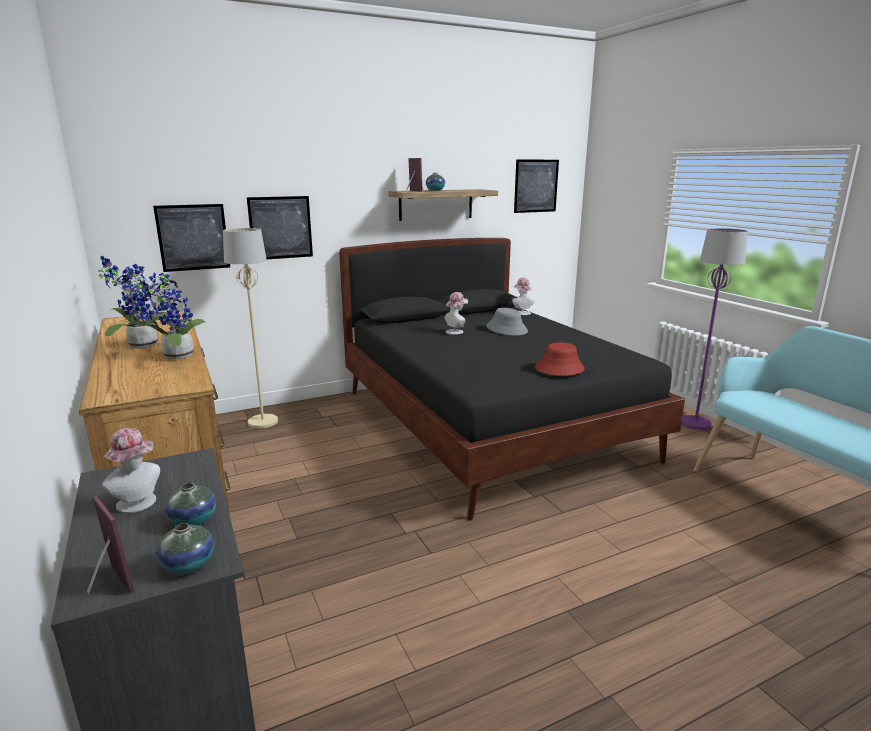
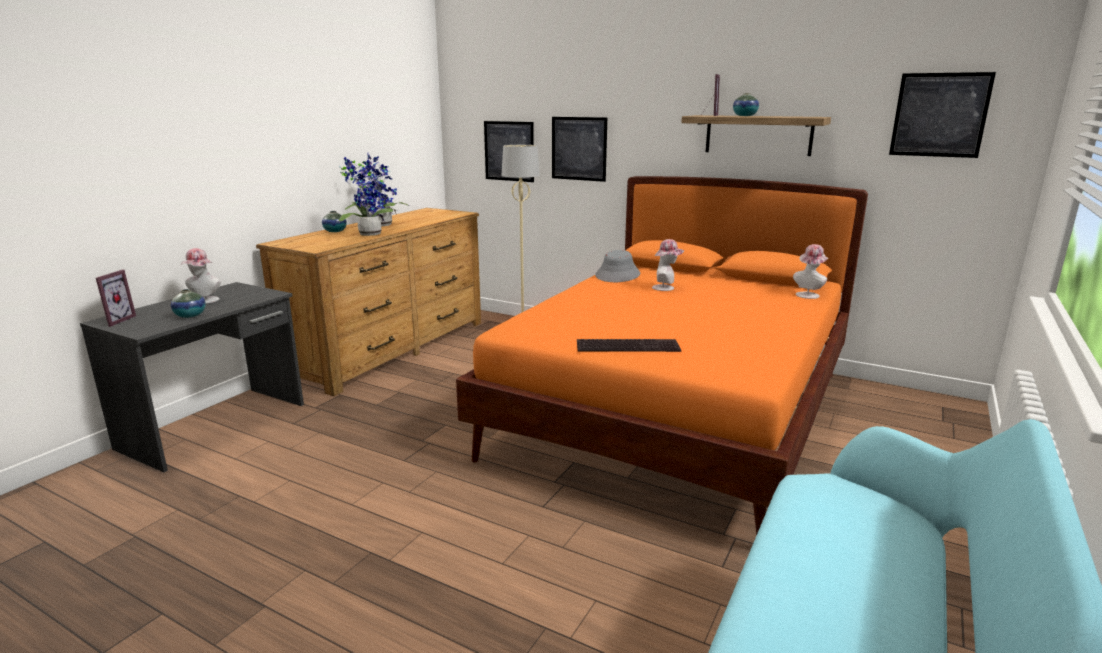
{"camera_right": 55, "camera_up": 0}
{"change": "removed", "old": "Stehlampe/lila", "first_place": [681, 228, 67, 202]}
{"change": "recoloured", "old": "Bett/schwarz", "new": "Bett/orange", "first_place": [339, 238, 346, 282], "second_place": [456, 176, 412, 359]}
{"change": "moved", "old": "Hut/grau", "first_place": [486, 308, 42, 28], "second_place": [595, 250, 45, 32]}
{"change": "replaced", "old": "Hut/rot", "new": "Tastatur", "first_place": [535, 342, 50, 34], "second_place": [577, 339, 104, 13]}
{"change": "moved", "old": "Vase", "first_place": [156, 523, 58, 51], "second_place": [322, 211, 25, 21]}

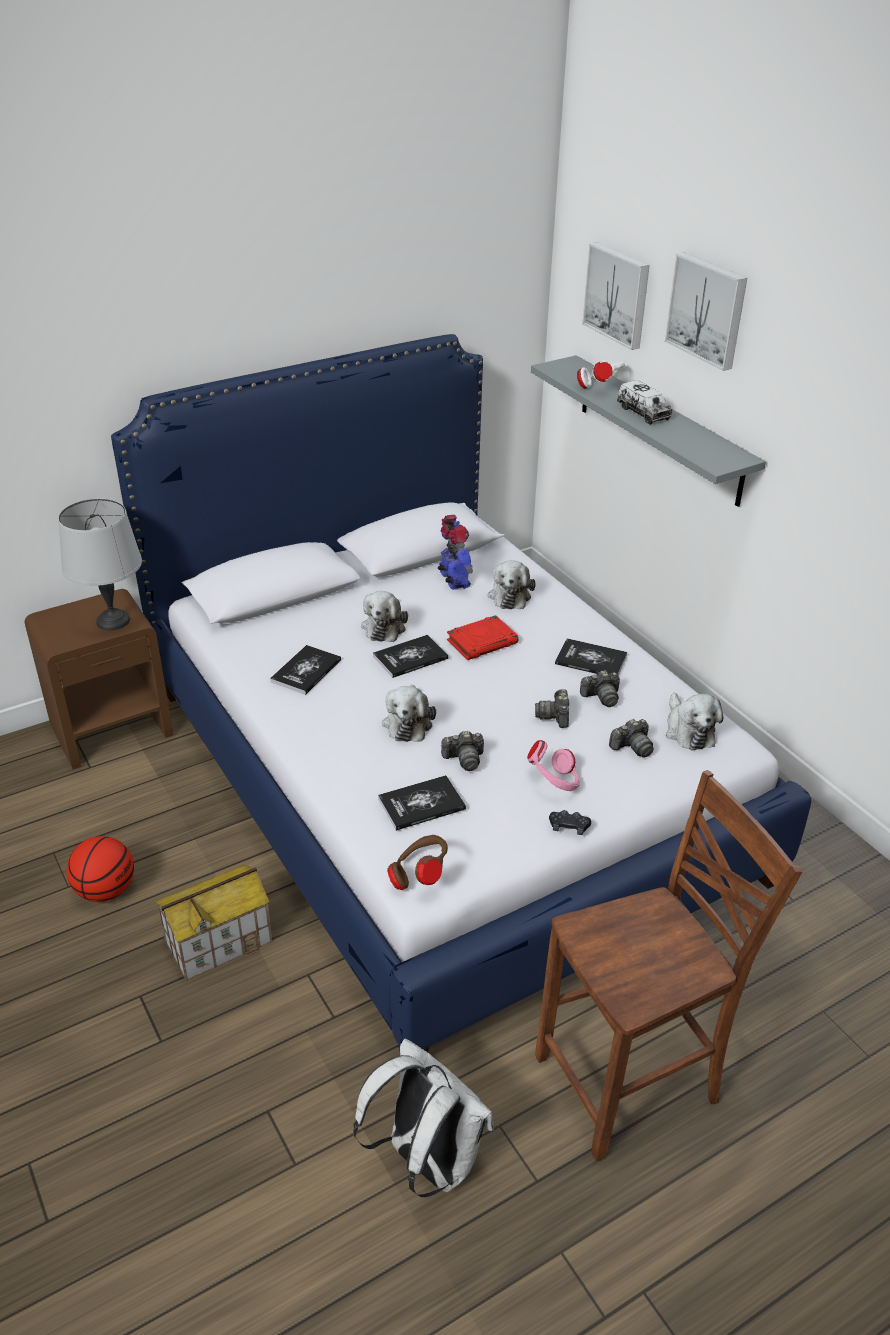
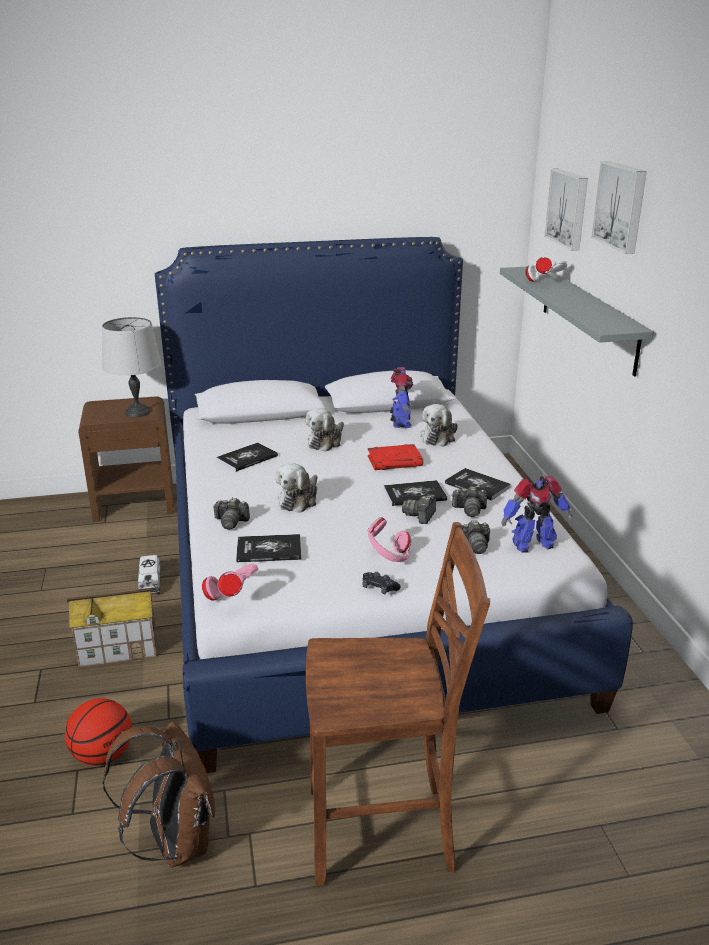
{"camera_right": 20, "camera_up": -10}
{"change": "moved", "old": "Spielzeuglaster", "first_place": [617, 380, 55, 45], "second_place": [138, 555, 23, 40]}
{"change": "moved", "old": "Buch", "first_place": [373, 635, 75, 43], "second_place": [384, 480, 63, 26]}
{"change": "replaced", "old": "Plüschtier", "new": "Spielzeugroboter", "first_place": [666, 693, 57, 58], "second_place": [501, 476, 71, 76]}
{"change": "moved", "old": "Kamera", "first_place": [441, 731, 43, 40], "second_place": [213, 497, 37, 32]}
{"change": "recoloured", "old": "Kopfhörer/braun", "new": "Kopfhörer/rosa", "first_place": [387, 835, 61, 55], "second_place": [202, 563, 56, 38]}
{"change": "moved", "old": "Basketball", "first_place": [66, 836, 68, 66], "second_place": [65, 698, 67, 68]}
{"change": "recoloured", "old": "Rucksack/weiß", "new": "Rucksack/braun", "first_place": [353, 1038, 141, 159], "second_place": [103, 721, 112, 147]}

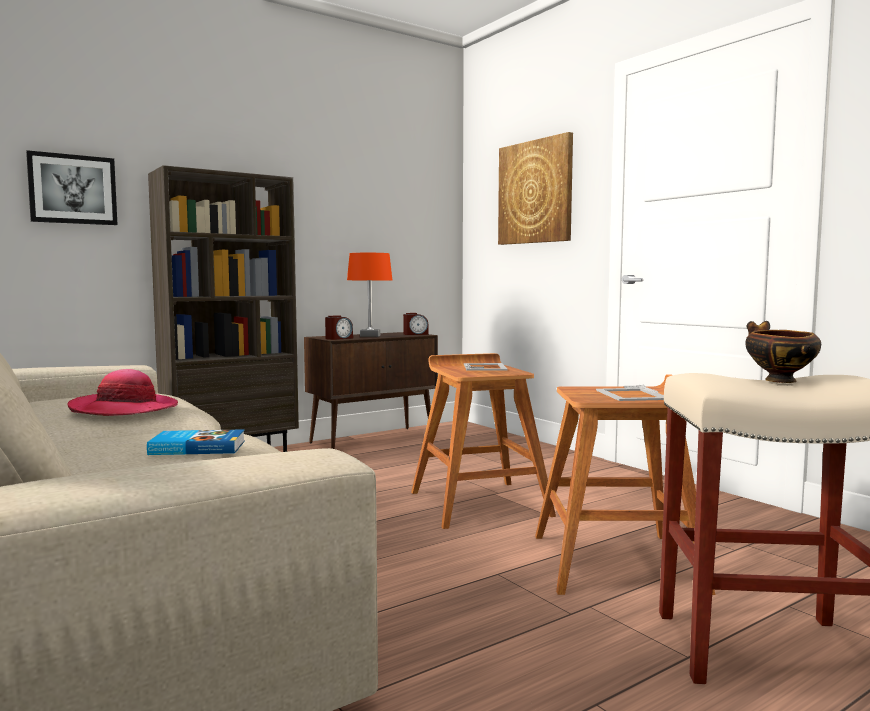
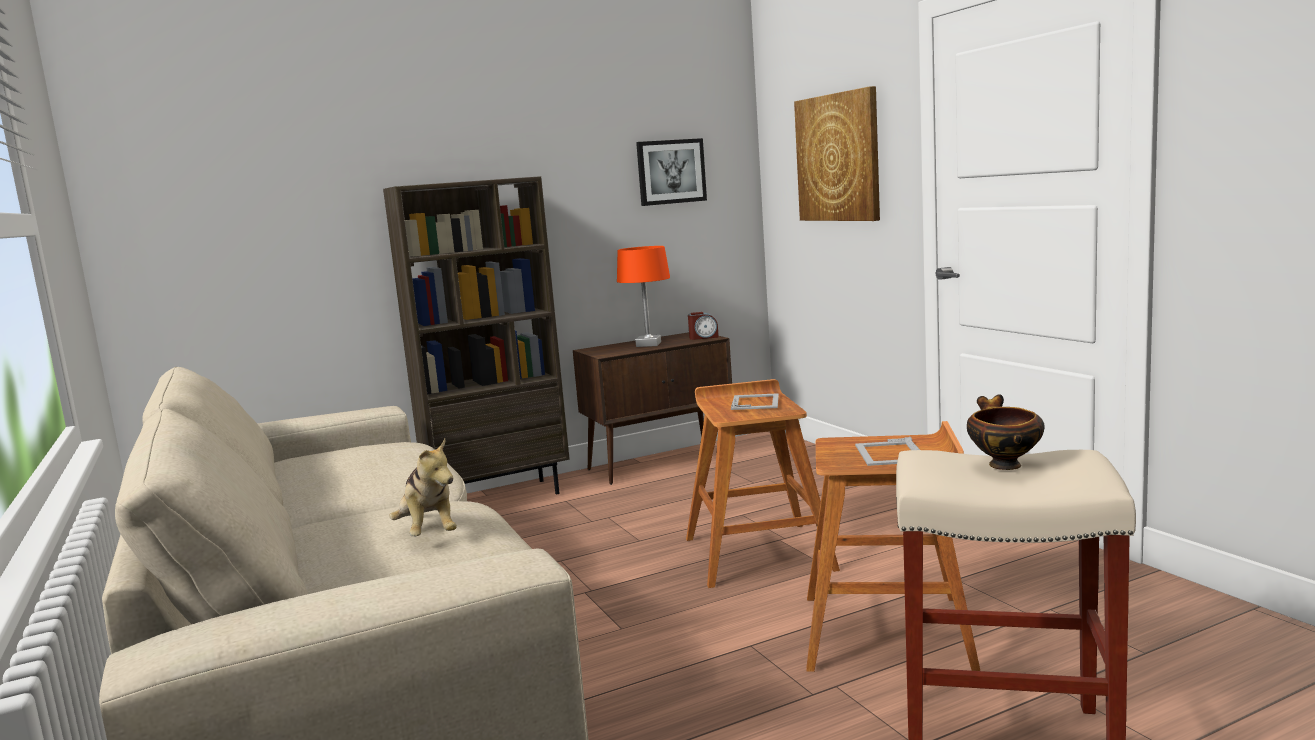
{"camera_right": 10, "camera_up": 5}
{"change": "moved", "old": "Bild", "first_place": [26, 150, 92, 75], "second_place": [636, 138, 71, 68]}
{"change": "removed", "old": "Wecker", "first_place": [325, 315, 28, 25]}
{"change": "removed", "old": "Hut", "first_place": [68, 369, 110, 47]}
{"change": "replaced", "old": "Buch", "new": "Plüschtier", "first_place": [147, 429, 98, 26], "second_place": [389, 439, 68, 97]}

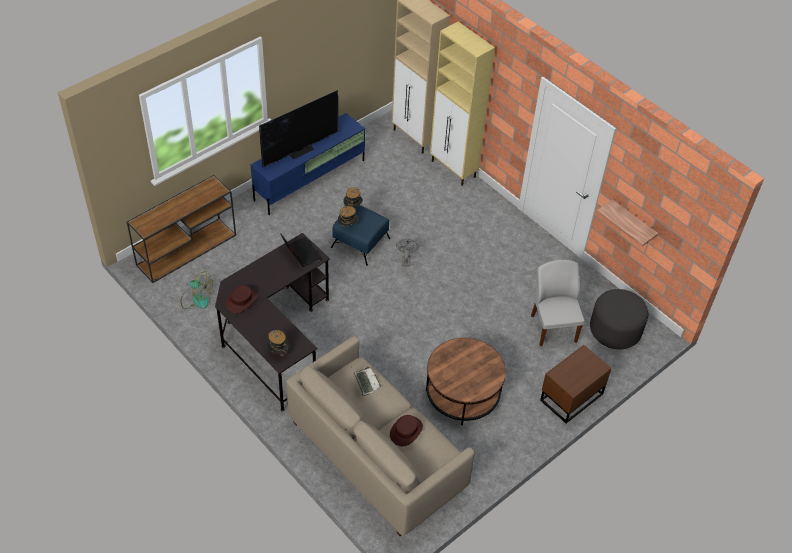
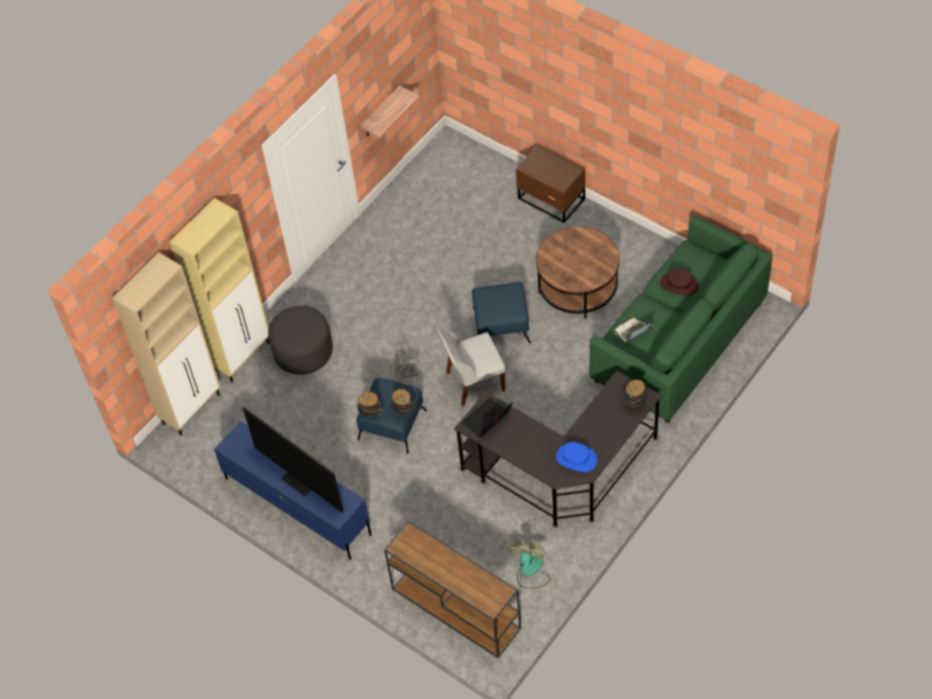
{"camera_right": -95, "camera_up": 5}
{"change": "moved", "old": "Stuhl/weiß", "first_place": [531, 260, 53, 87], "second_place": [436, 326, 69, 80]}
{"change": "recoloured", "old": "Hut/braun", "new": "Hut/blau", "first_place": [225, 285, 33, 28], "second_place": [556, 442, 41, 30]}
{"change": "moved", "old": "Polsterhocker/grau", "first_place": [590, 289, 58, 60], "second_place": [268, 306, 65, 69]}
{"change": "recoloured", "old": "Sofa/beige", "new": "Sofa/grün", "first_place": [286, 336, 188, 200], "second_place": [589, 216, 183, 207]}
{"change": "added", "new": "Polsterhocker/blau", "second_place": [472, 282, 59, 61]}

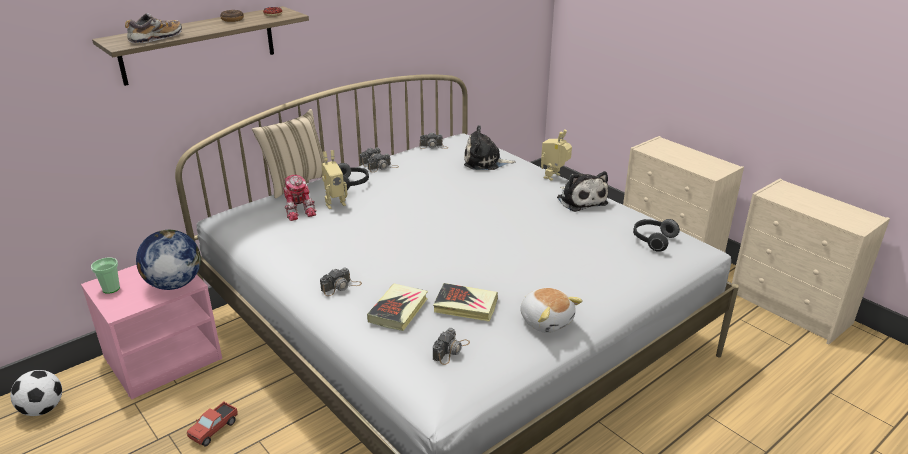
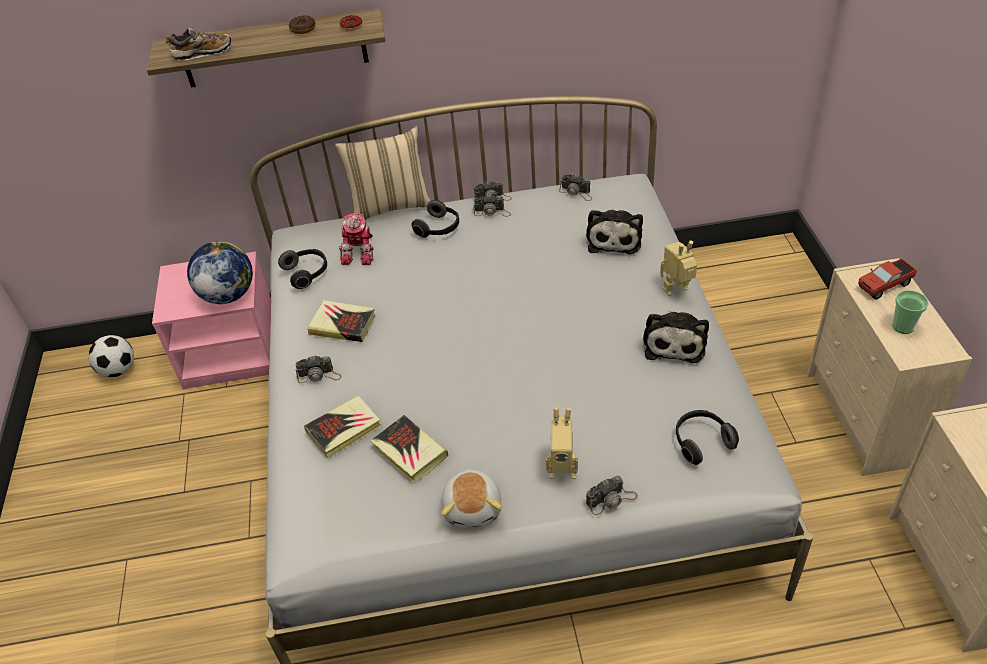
{"camera_right": 35, "camera_up": 15}
{"change": "turned", "old": "Plüschtier", "first_place": [464, 125, 52, 45], "second_place": [586, 210, 57, 44], "degrees": -120}
{"change": "moved", "old": "Spielzeugroboter", "first_place": [322, 150, 25, 59], "second_place": [546, 407, 32, 72]}
{"change": "moved", "old": "Tasse", "first_place": [91, 257, 29, 37], "second_place": [892, 290, 37, 44]}
{"change": "moved", "old": "Kamera", "first_place": [433, 328, 37, 37], "second_place": [586, 476, 52, 39]}
{"change": "moved", "old": "Spielzeuglaster", "first_place": [187, 401, 51, 45], "second_place": [858, 258, 59, 42]}
{"change": "added", "new": "Kopfhörer", "second_place": [278, 249, 49, 40]}
{"change": "added", "new": "Buch", "second_place": [308, 300, 67, 42]}

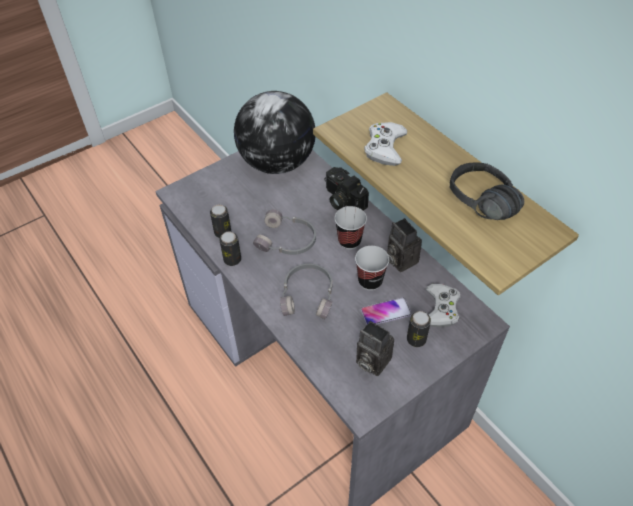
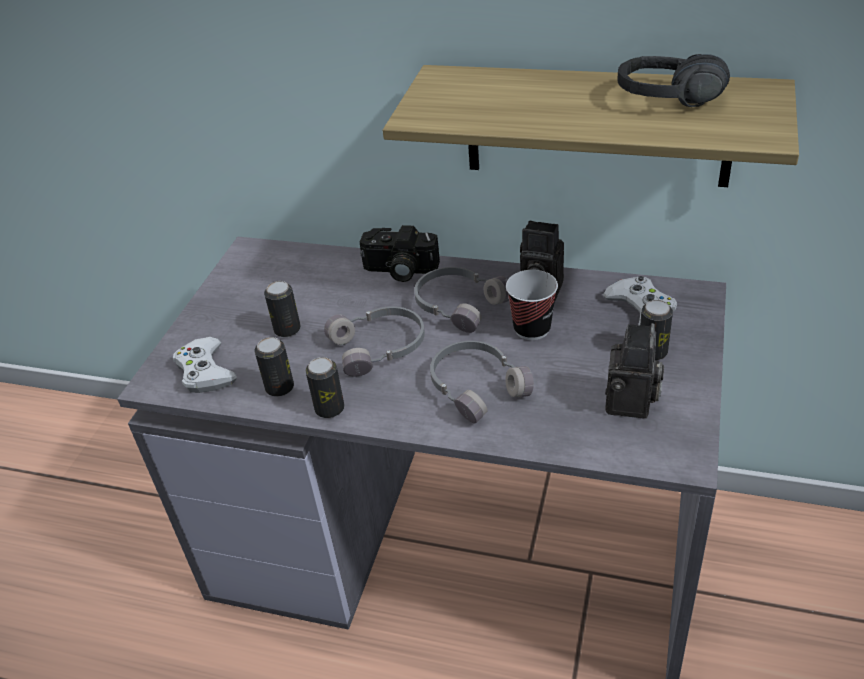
{"camera_right": -35, "camera_up": -10}
{"change": "removed", "old": "Globus", "first_place": [234, 91, 82, 83]}
{"change": "moved", "old": "Gamepad/weiß", "first_place": [364, 122, 43, 44], "second_place": [173, 337, 64, 56]}
{"change": "replaced", "old": "Tasse", "new": "Kopfhörer/grau", "first_place": [335, 206, 32, 43], "second_place": [414, 267, 95, 66]}
{"change": "removed", "old": "Handy", "first_place": [361, 298, 51, 27]}
{"change": "turned", "old": "Kamera", "first_place": [356, 321, 38, 55], "second_place": [605, 323, 59, 95], "degrees": -75}
{"change": "added", "new": "Dose", "second_place": [264, 281, 37, 56]}

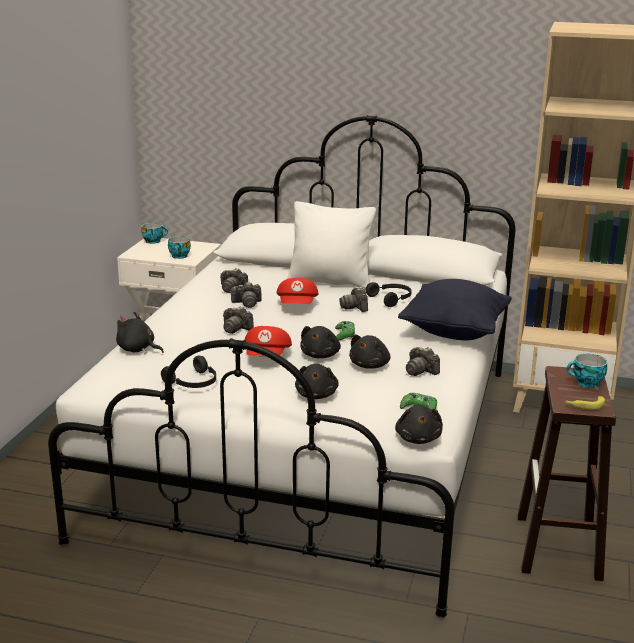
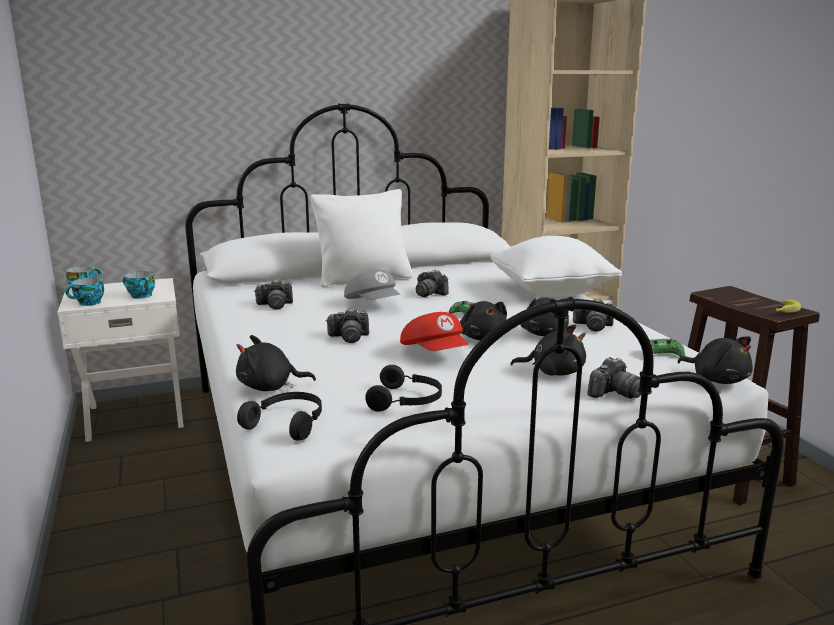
{"camera_right": -35, "camera_up": -5}
{"change": "recoloured", "old": "Kappe/rot", "new": "Kappe/grau", "first_place": [276, 278, 43, 26], "second_place": [344, 269, 57, 31]}
{"change": "recoloured", "old": "Kissen/schwarz", "new": "Kissen/weiß", "first_place": [398, 279, 114, 61], "second_place": [490, 236, 132, 61]}
{"change": "moved", "old": "Kamera", "first_place": [231, 282, 31, 26], "second_place": [588, 357, 53, 42]}
{"change": "moved", "old": "Kopfhörer/schwarz", "first_place": [365, 282, 47, 25], "second_place": [237, 392, 85, 49]}
{"change": "moved", "old": "Tasse", "first_place": [567, 354, 40, 34], "second_place": [65, 277, 39, 29]}
{"change": "turned", "old": "Plüschtier/schwarz", "first_place": [295, 364, 44, 35], "second_place": [510, 325, 76, 50], "degrees": -45}

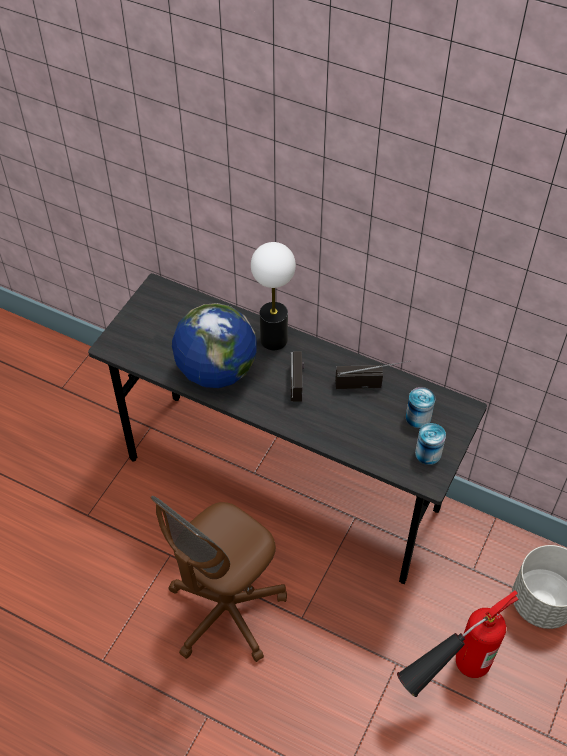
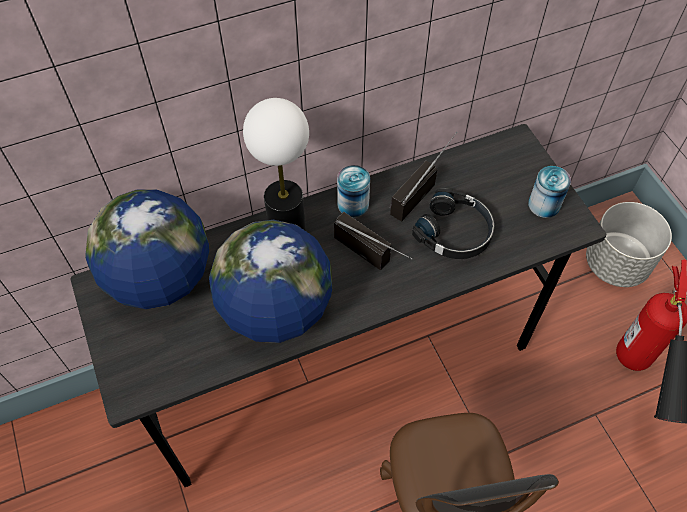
{"camera_right": -50, "camera_up": 5}
{"change": "moved", "old": "Dose", "first_place": [406, 387, 29, 41], "second_place": [337, 165, 33, 52]}
{"change": "added", "new": "Globus", "second_place": [85, 189, 124, 120]}
{"change": "added", "new": "Kopfhörer/schwarz", "second_place": [412, 189, 83, 70]}

